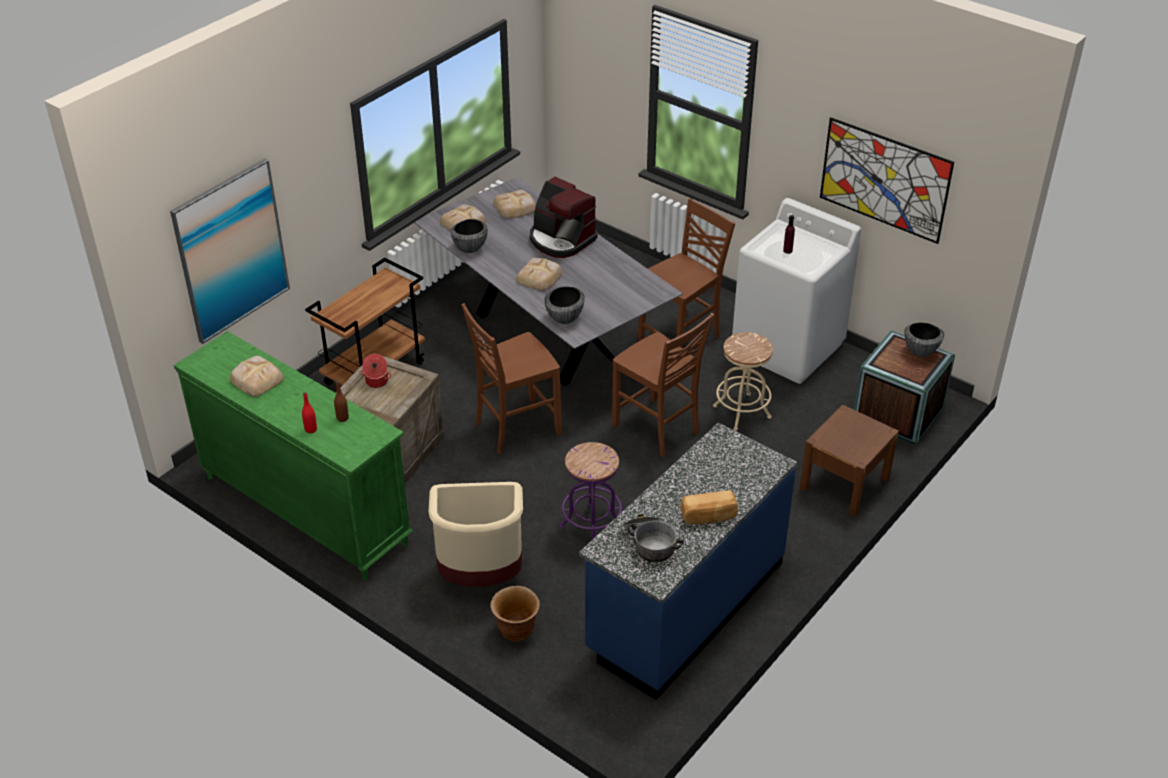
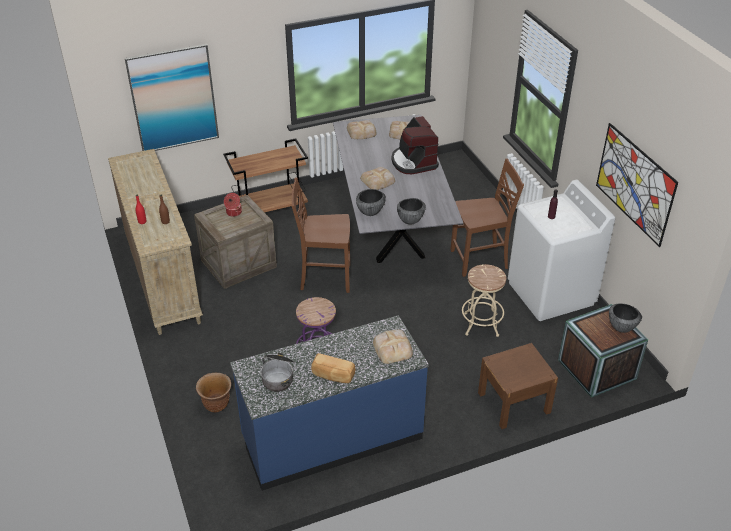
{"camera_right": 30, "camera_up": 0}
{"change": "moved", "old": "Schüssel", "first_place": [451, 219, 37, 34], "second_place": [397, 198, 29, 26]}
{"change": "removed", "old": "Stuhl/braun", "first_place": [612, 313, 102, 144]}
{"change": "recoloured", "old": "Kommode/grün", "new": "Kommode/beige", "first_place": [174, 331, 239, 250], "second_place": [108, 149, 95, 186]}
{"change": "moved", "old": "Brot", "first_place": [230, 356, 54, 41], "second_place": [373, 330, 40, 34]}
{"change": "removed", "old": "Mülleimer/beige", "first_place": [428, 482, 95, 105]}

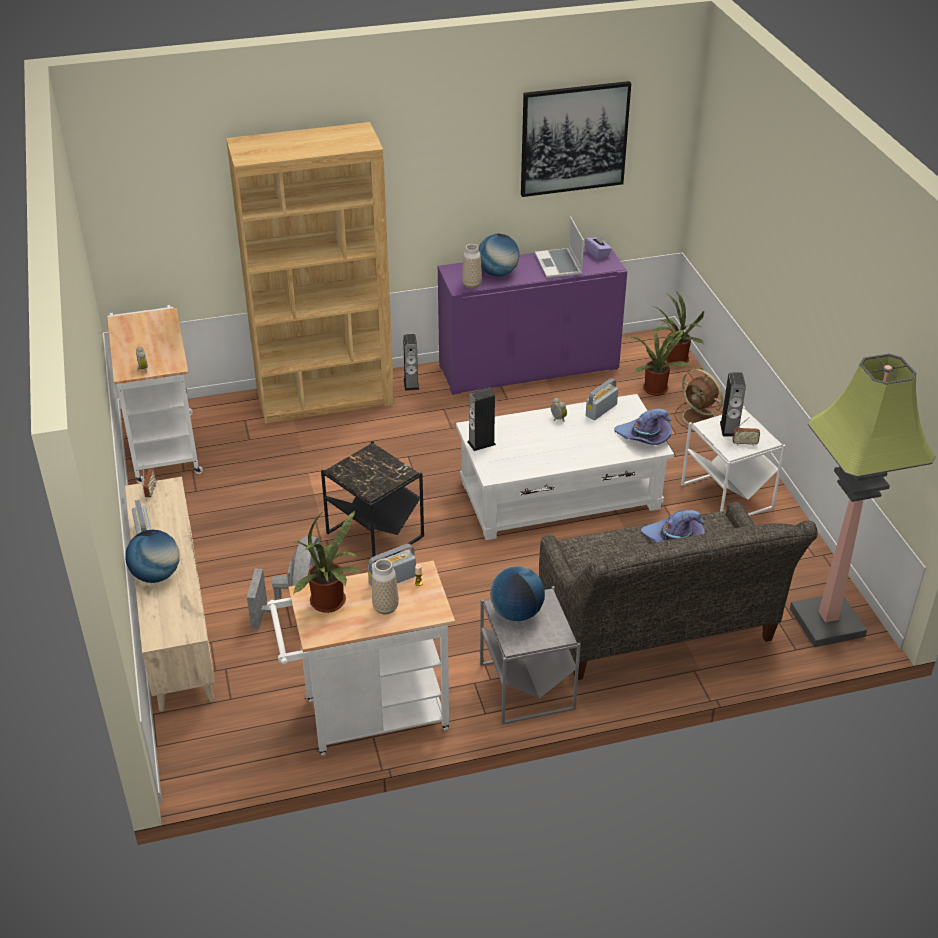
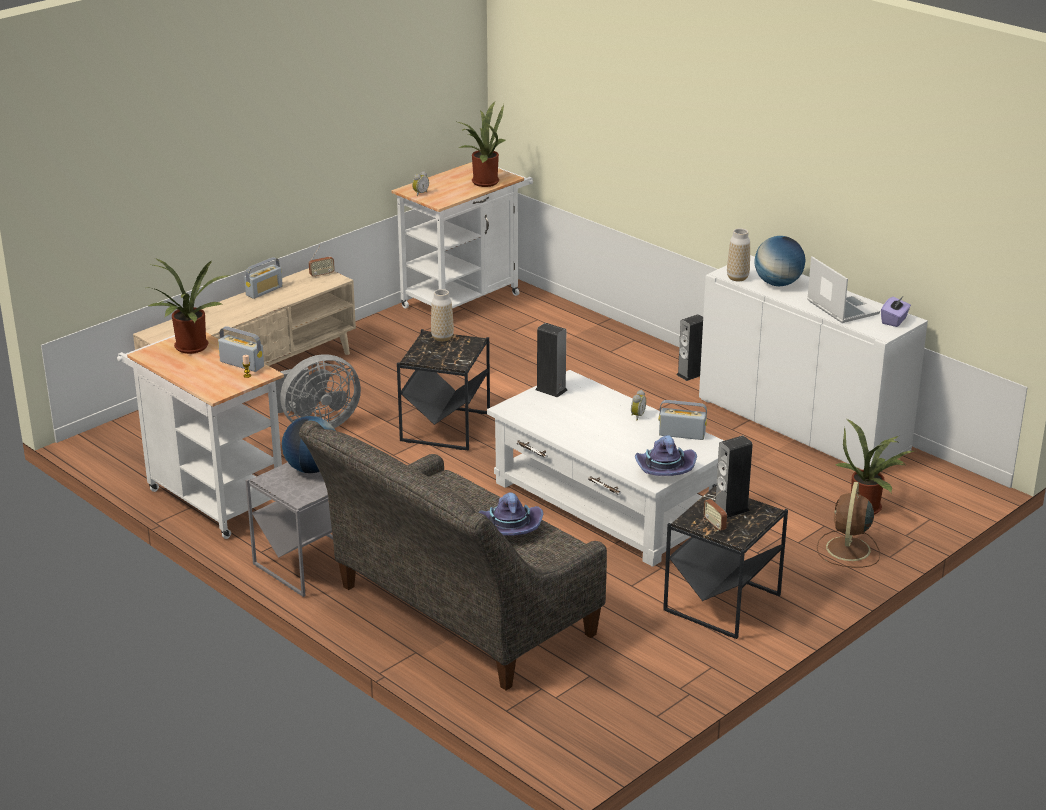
{"camera_right": 60, "camera_up": -10}
{"change": "removed", "old": "Bild", "first_place": [521, 81, 110, 116]}
{"change": "removed", "old": "Bücherregal/braun", "first_place": [226, 122, 168, 301]}
{"change": "turned", "old": "Laptop", "first_place": [535, 217, 49, 61], "second_place": [807, 256, 73, 67], "degrees": 105}
{"change": "recoloured", "old": "Schrank/lila", "new": "Schrank/weiß", "first_place": [437, 243, 190, 152], "second_place": [699, 255, 229, 215]}
{"change": "moved", "old": "Topfpflanze", "first_place": [652, 291, 52, 72], "second_place": [458, 102, 47, 85]}
{"change": "removed", "old": "Stehlampe", "first_place": [790, 354, 146, 293]}
{"change": "recoloured", "old": "Beistelltisch/weiß", "new": "Beistelltisch/schwarz", "first_place": [681, 406, 105, 110], "second_place": [663, 484, 125, 155]}
{"change": "removed", "old": "Globus", "first_place": [125, 530, 55, 53]}
{"change": "moved", "old": "Vase", "first_place": [372, 559, 27, 56], "second_place": [431, 289, 23, 53]}

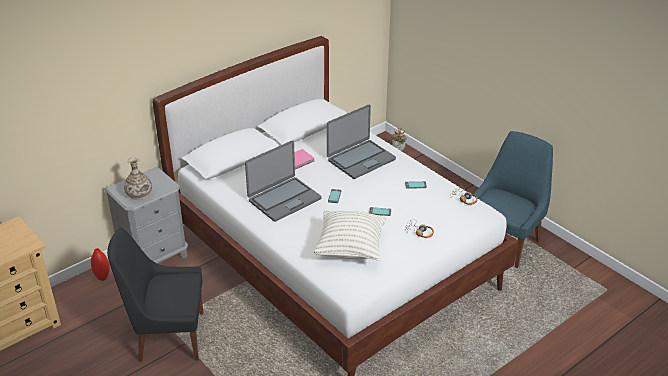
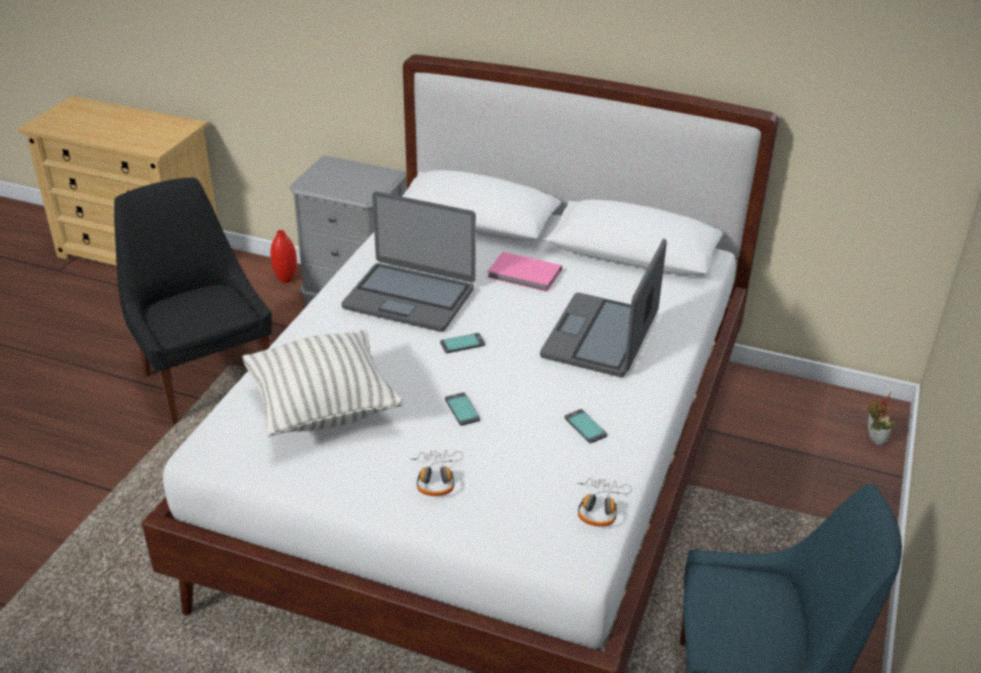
{"camera_right": 60, "camera_up": 0}
{"change": "turned", "old": "Laptop", "first_place": [327, 104, 69, 75], "second_place": [540, 239, 127, 138], "degrees": 90}
{"change": "removed", "old": "Vase", "first_place": [124, 157, 28, 43]}

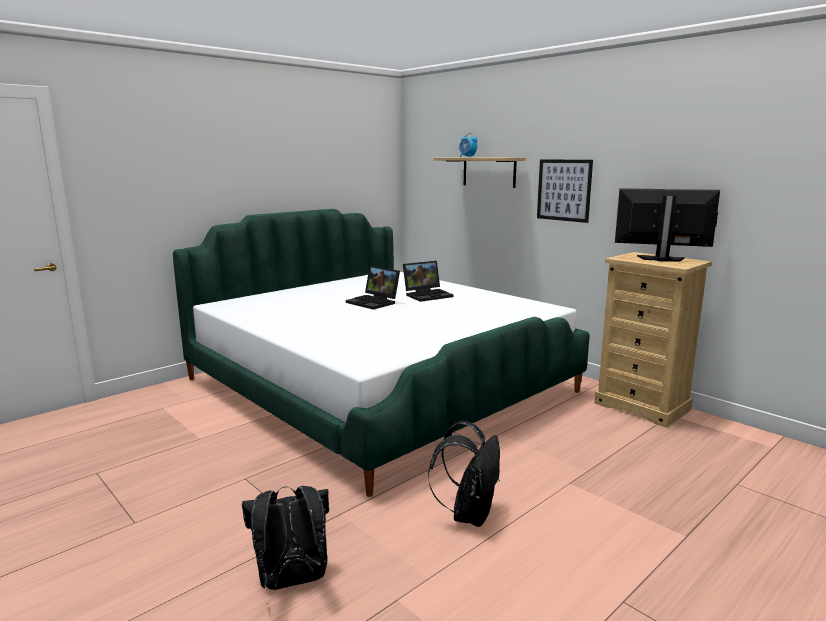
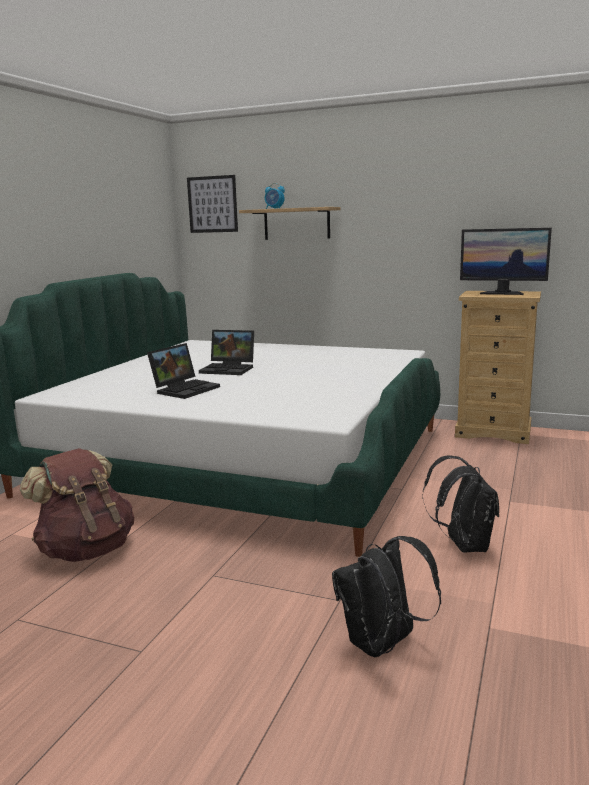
{"camera_right": -25, "camera_up": 0}
{"change": "moved", "old": "Bild", "first_place": [537, 159, 56, 64], "second_place": [187, 175, 51, 58]}
{"change": "turned", "old": "Monitor", "first_place": [615, 188, 105, 74], "second_place": [460, 228, 92, 67], "degrees": -150}
{"change": "moved", "old": "Laptop", "first_place": [403, 261, 51, 41], "second_place": [147, 343, 73, 56]}
{"change": "added", "new": "Rucksack/braun", "second_place": [20, 448, 114, 114]}

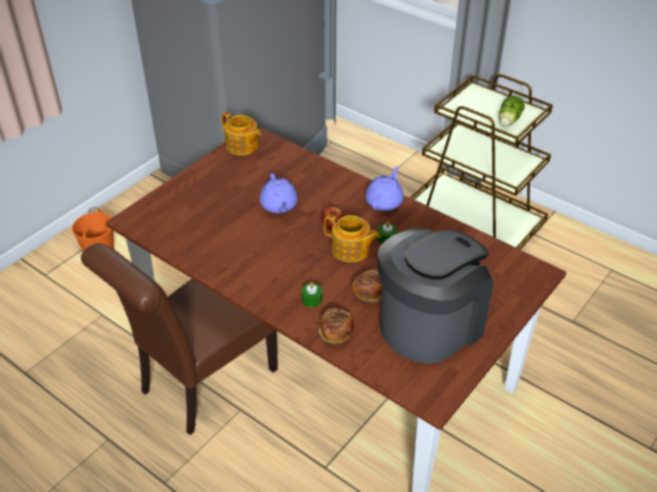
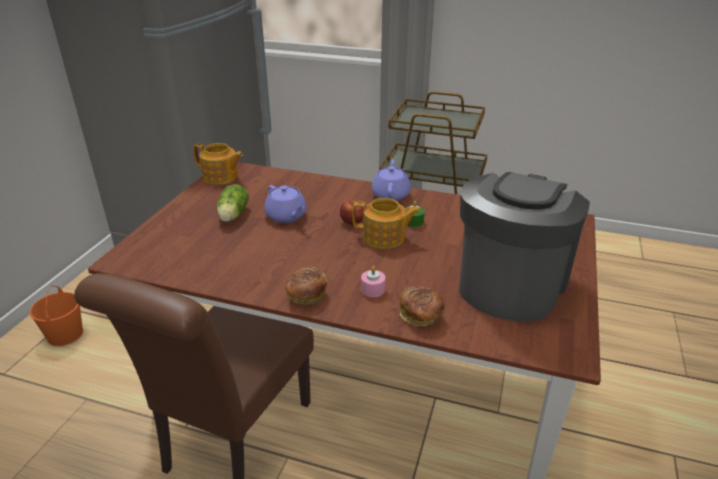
{"camera_right": -20, "camera_up": -10}
{"change": "moved", "old": "Salatkopf", "first_place": [499, 95, 26, 31], "second_place": [217, 184, 32, 38]}
{"change": "moved", "old": "Brot", "first_place": [352, 269, 30, 34], "second_place": [286, 266, 41, 39]}
{"change": "recoloured", "old": "Kerze/grün", "new": "Kerze/rosa", "first_place": [302, 282, 20, 25], "second_place": [361, 266, 24, 31]}

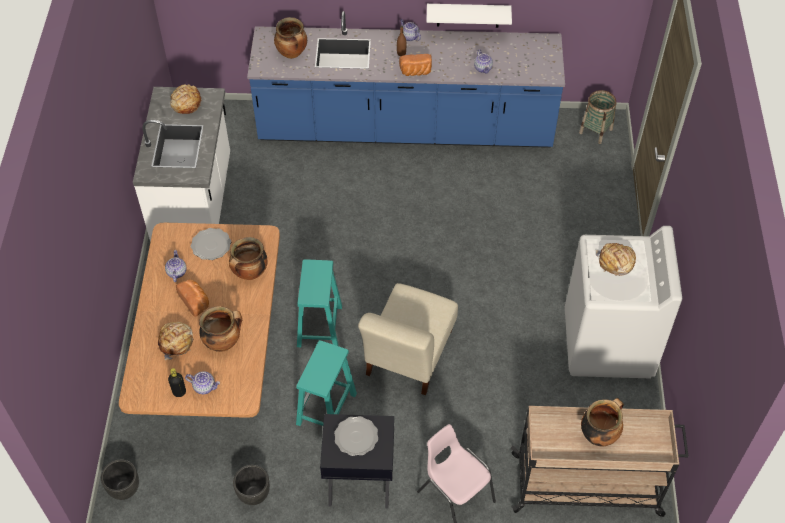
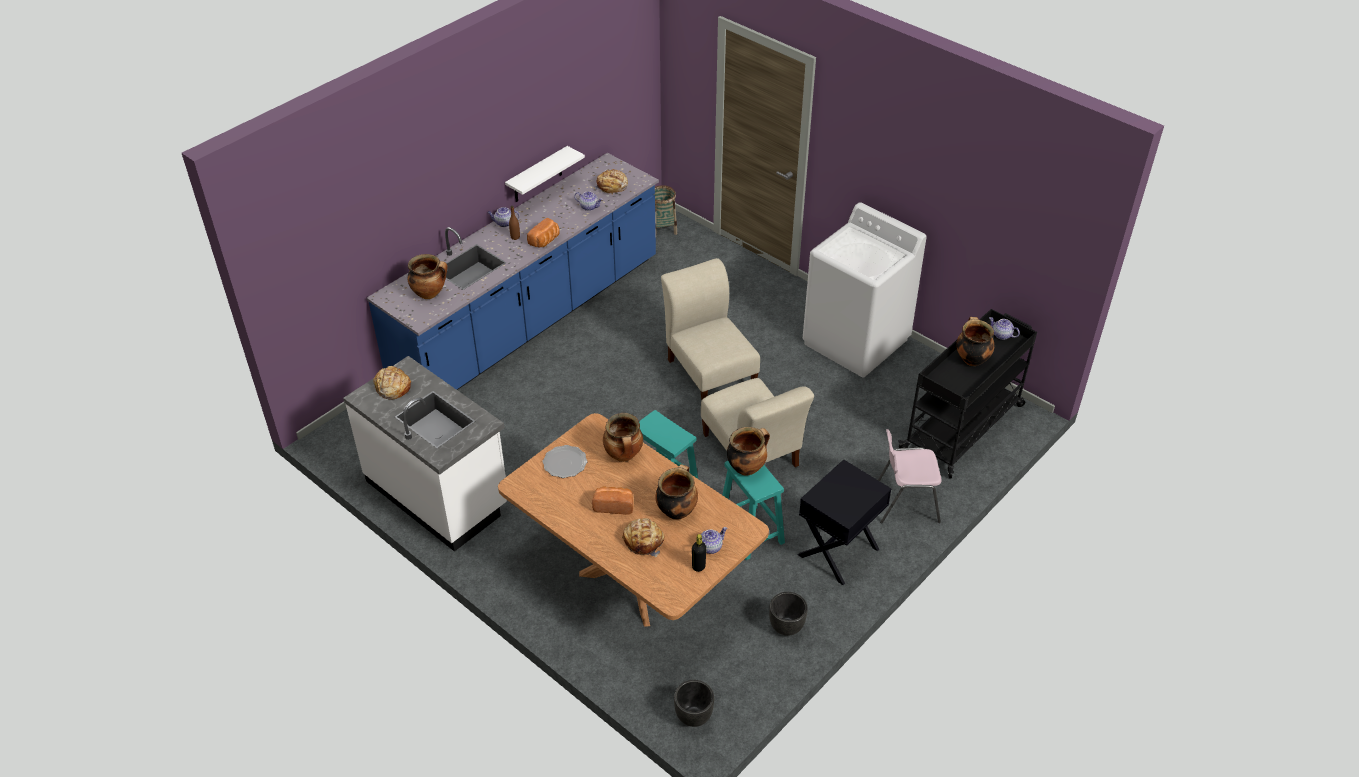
{"camera_right": -50, "camera_up": -10}
{"change": "moved", "old": "Brot", "first_place": [596, 243, 40, 33], "second_place": [593, 169, 35, 25]}
{"change": "moved", "old": "Teekanne", "first_place": [165, 250, 22, 32], "second_place": [989, 317, 31, 23]}
{"change": "recoloured", "old": "Rollwagen/beige", "new": "Rollwagen/schwarz", "first_place": [511, 406, 178, 111], "second_place": [898, 309, 139, 170]}
{"change": "removed", "old": "Teller", "first_place": [334, 416, 44, 40]}
{"change": "added", "new": "Stuhl/beige", "second_place": [661, 258, 99, 142]}
{"change": "added", "new": "Kochtopf", "second_place": [727, 427, 43, 49]}

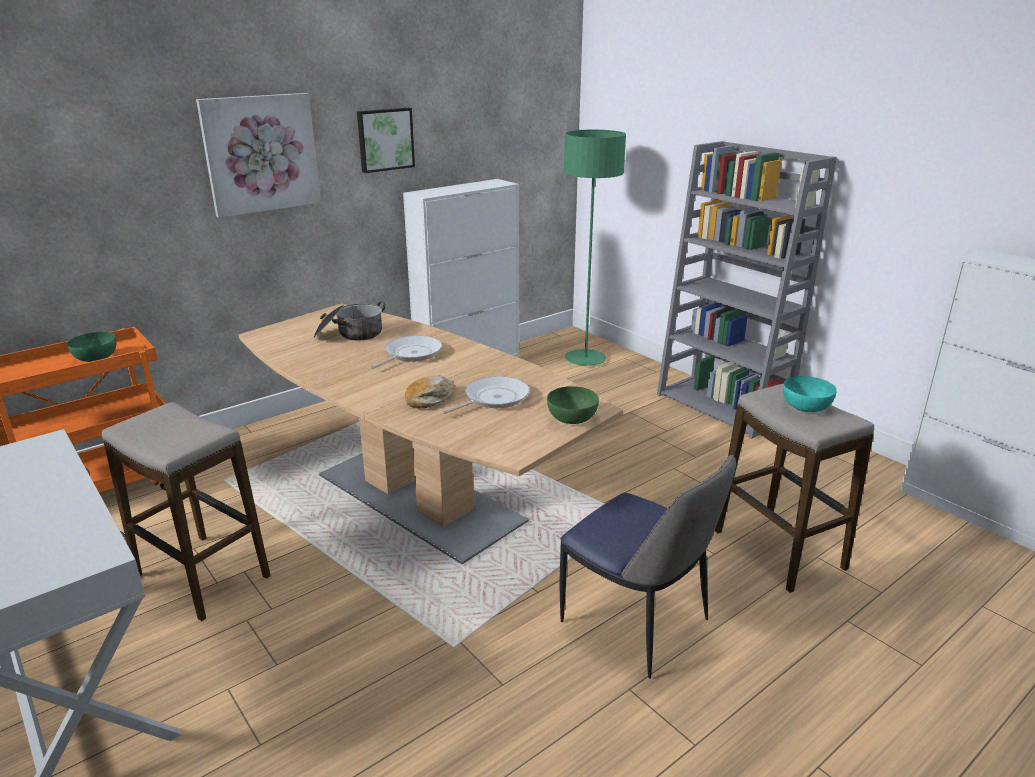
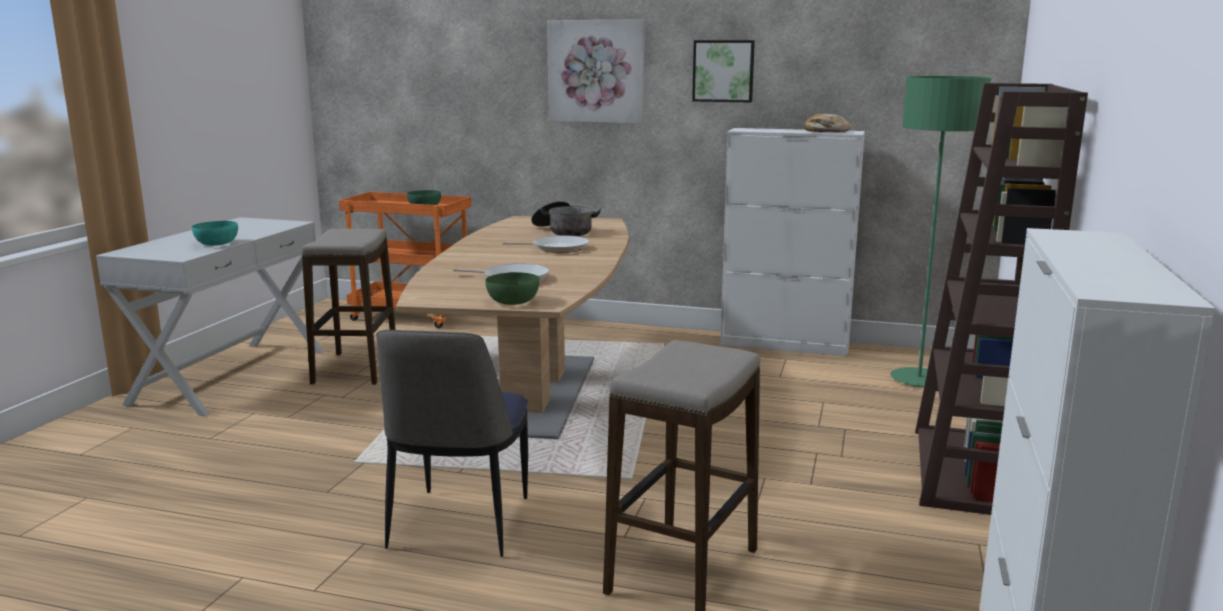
{"camera_right": 55, "camera_up": -10}
{"change": "recoloured", "old": "Bücherregal/grau", "new": "Bücherregal/braun", "first_place": [657, 141, 180, 298], "second_place": [915, 83, 173, 432]}
{"change": "moved", "old": "Brot", "first_place": [405, 376, 50, 32], "second_place": [804, 114, 47, 18]}
{"change": "moved", "old": "Schüssel/türkis", "first_place": [783, 376, 54, 36], "second_place": [192, 221, 46, 25]}

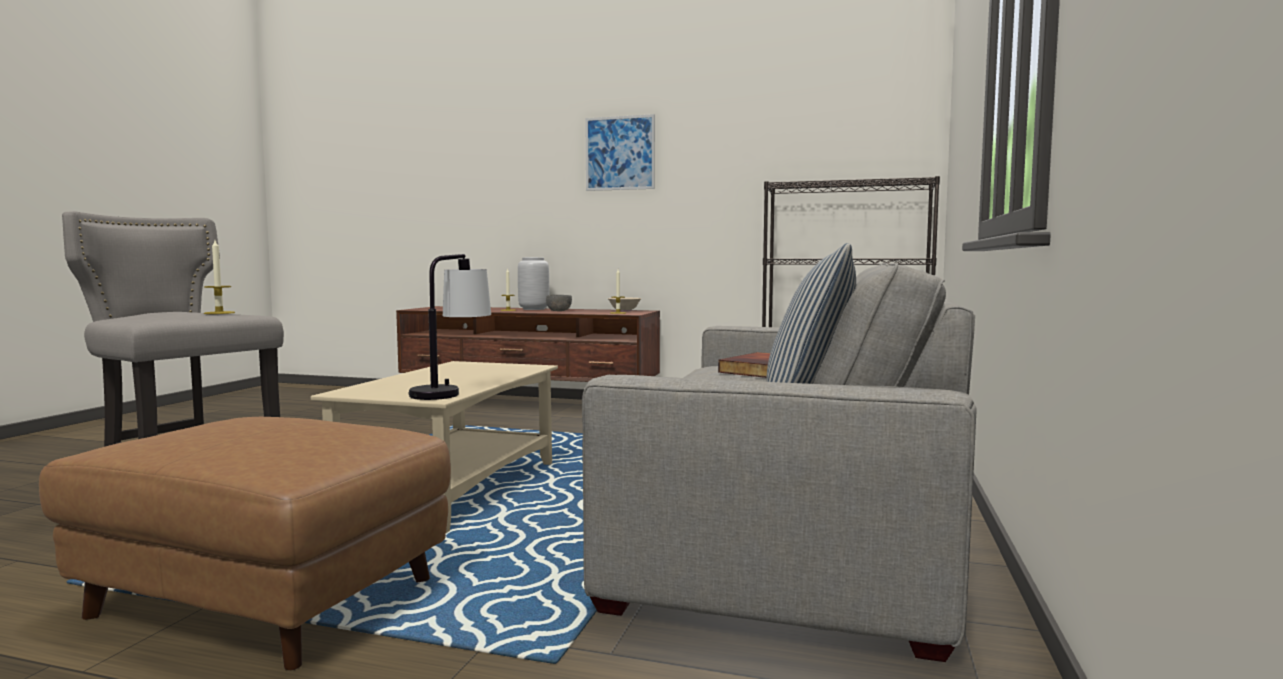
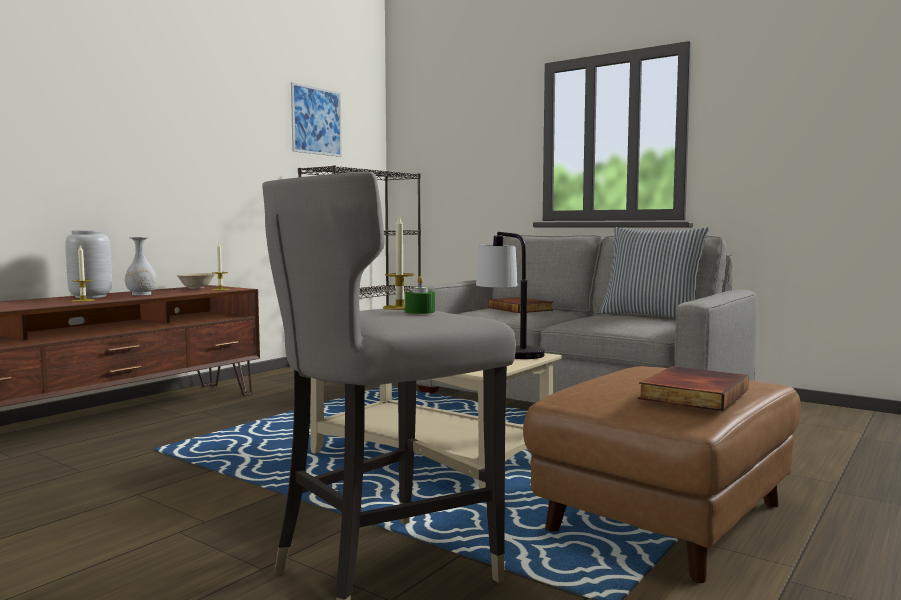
{"camera_right": -70, "camera_up": 0}
{"change": "moved", "old": "Bild", "first_place": [585, 114, 70, 77], "second_place": [291, 82, 51, 75]}
{"change": "replaced", "old": "Schüssel/grau", "new": "Vase/weiß", "first_place": [546, 295, 26, 16], "second_place": [125, 237, 32, 59]}
{"change": "added", "new": "Kerze/grün", "second_place": [405, 276, 30, 38]}
{"change": "added", "new": "Buch", "second_place": [638, 366, 111, 45]}

